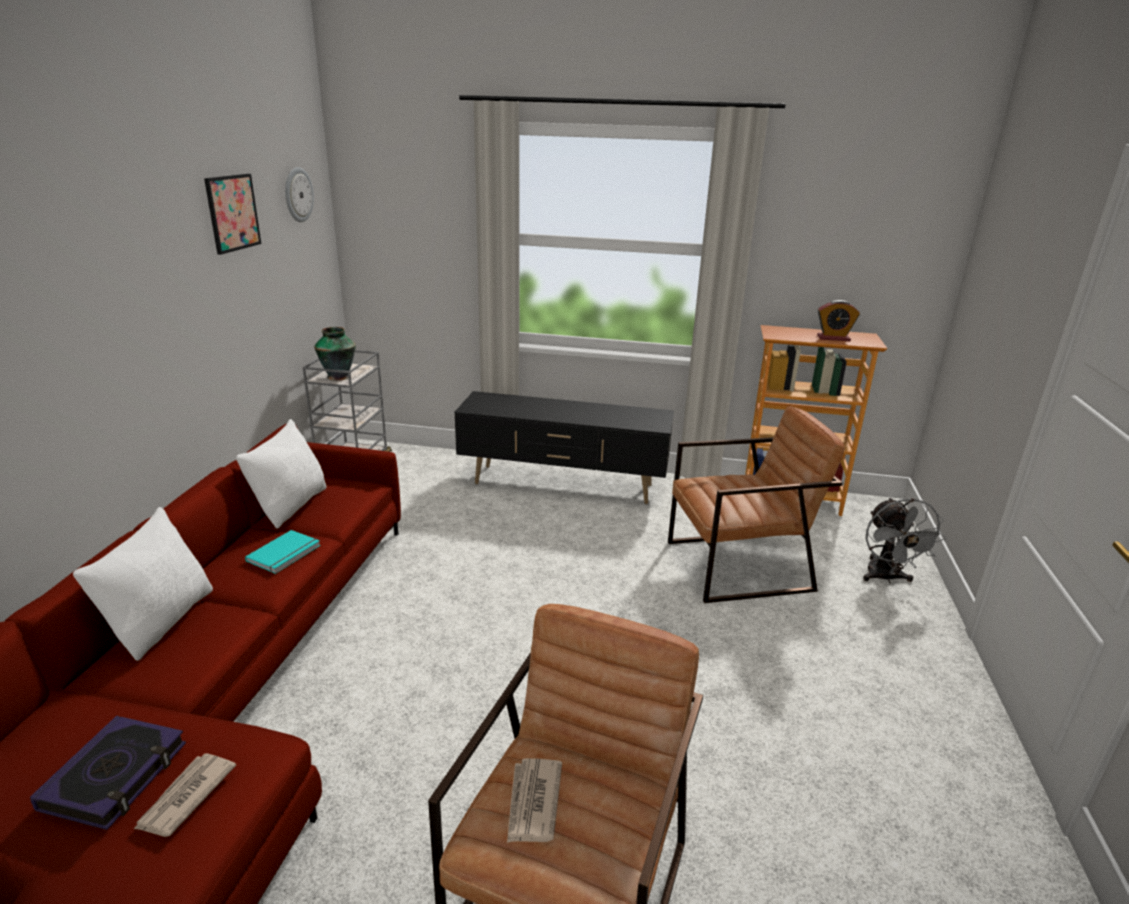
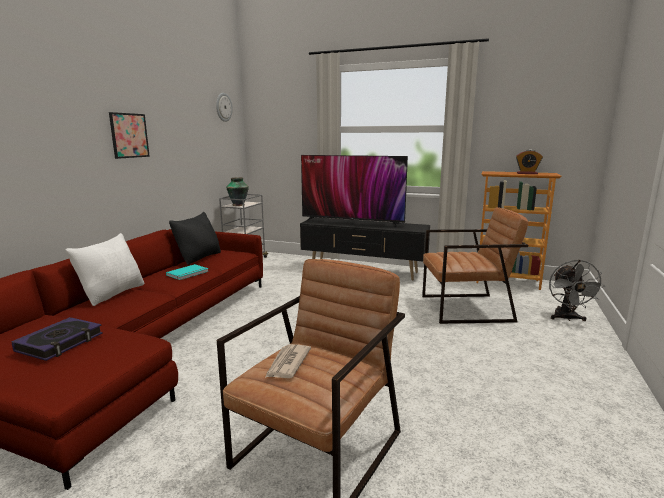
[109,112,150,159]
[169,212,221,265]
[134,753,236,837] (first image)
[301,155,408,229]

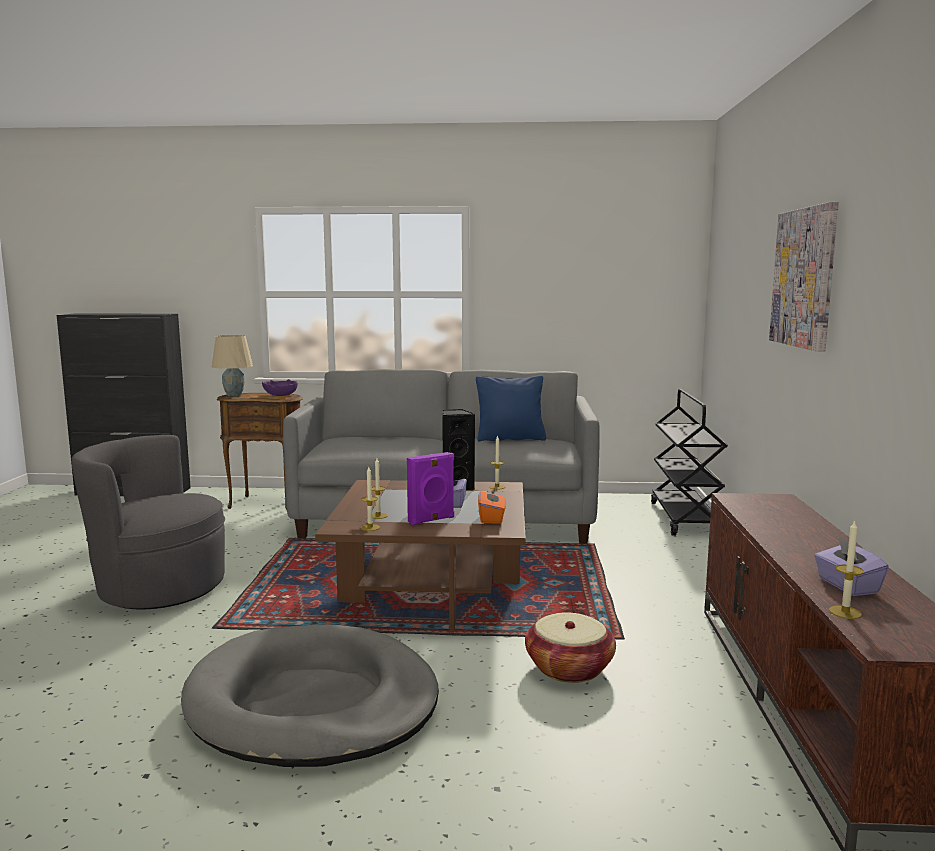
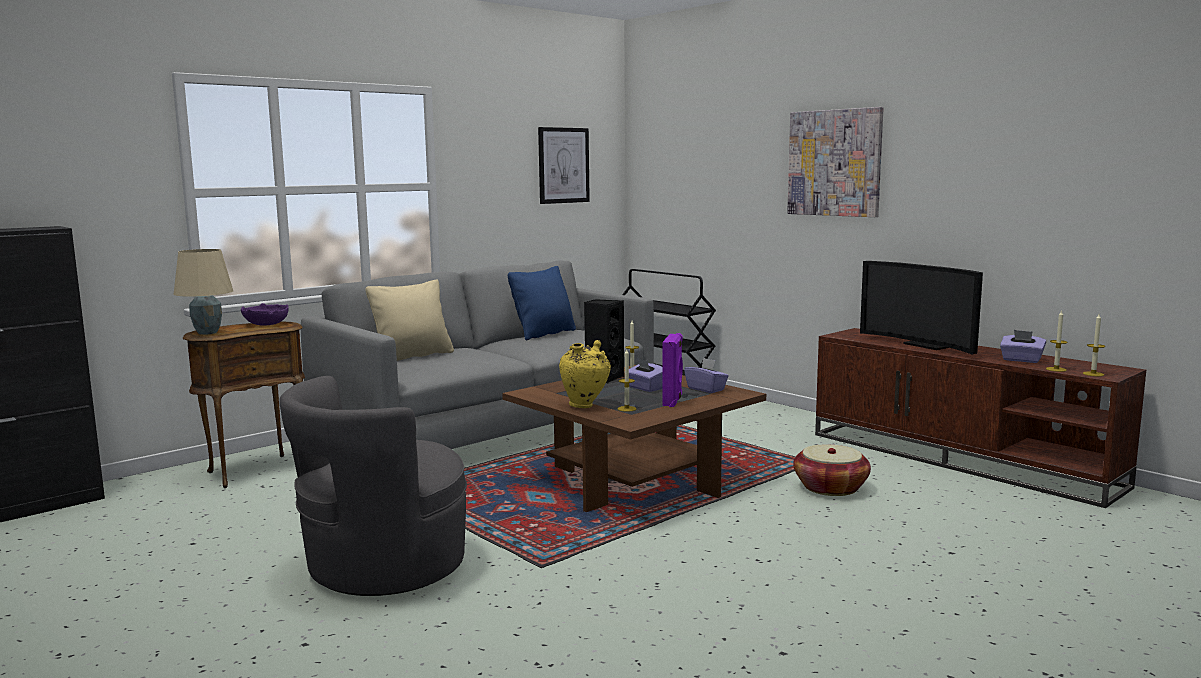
[1083,314,1105,376]
[684,358,729,393]
[181,625,439,767] (first image)
[538,127,590,204]
[860,261,983,354]
[366,280,454,361]
[559,340,611,408]

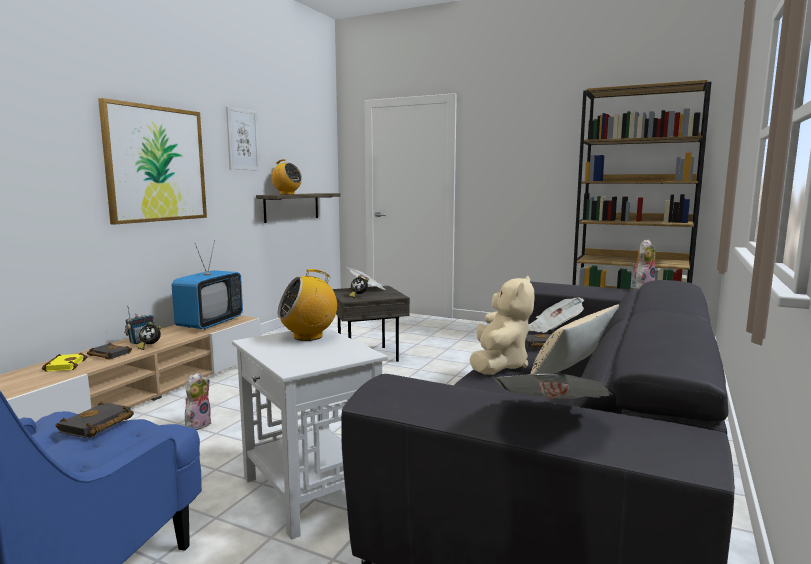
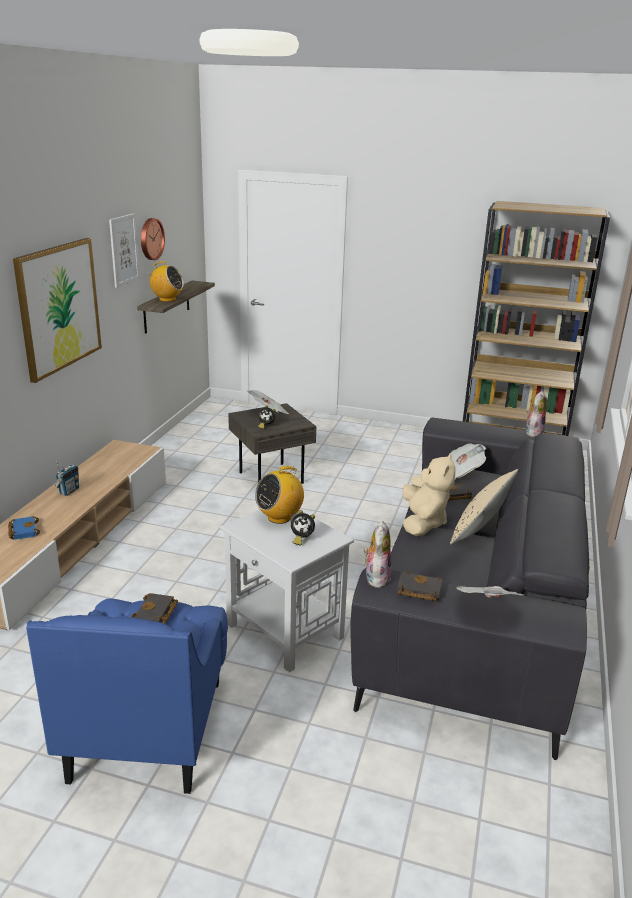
[172,240,243,330] (first image)
[291,510,315,545]
[397,571,443,602]
[8,516,40,540]
[364,521,391,588]
[141,218,165,260]

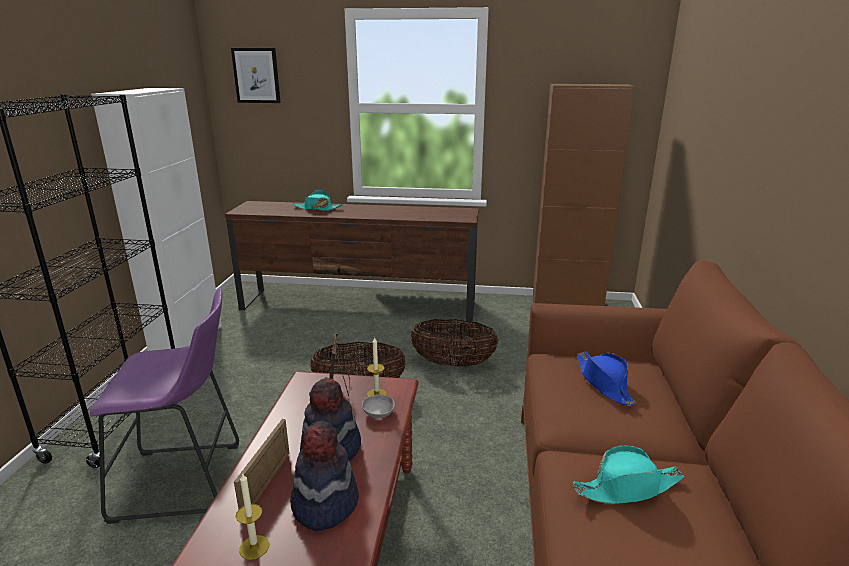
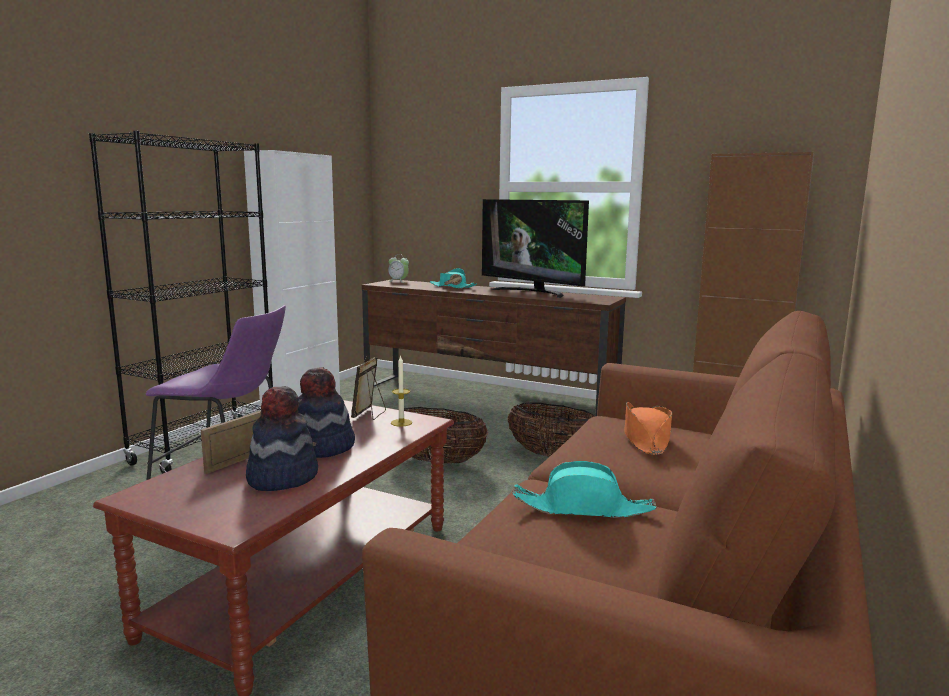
[231,48,281,103] (first image)
[624,402,672,455]
[362,395,395,418] (first image)
[236,472,270,560] (first image)
[482,199,589,298]
[388,254,409,283]

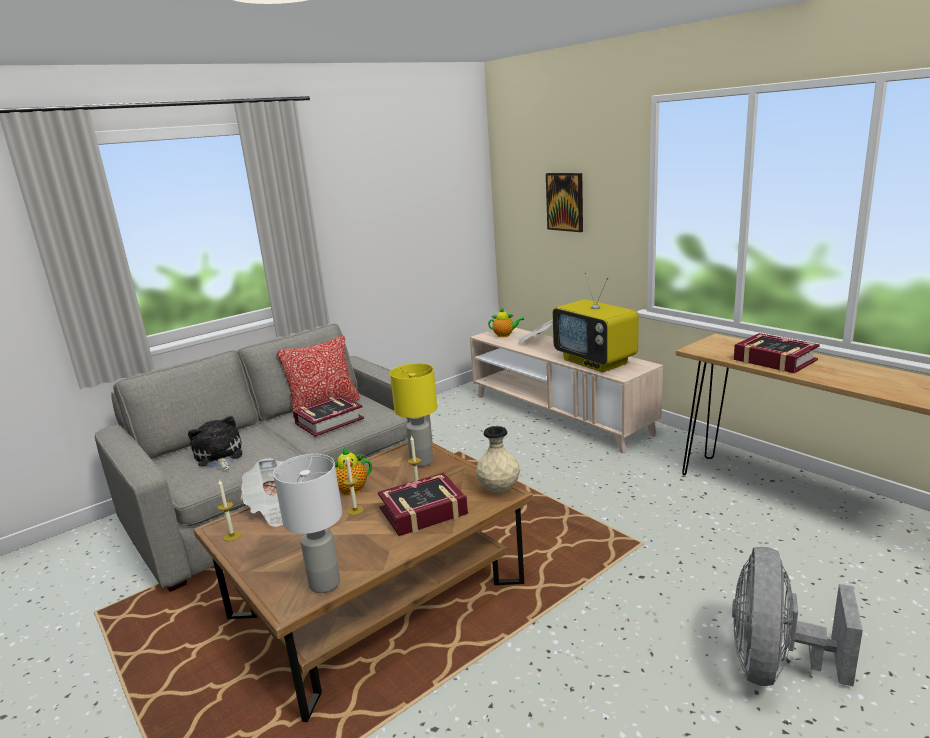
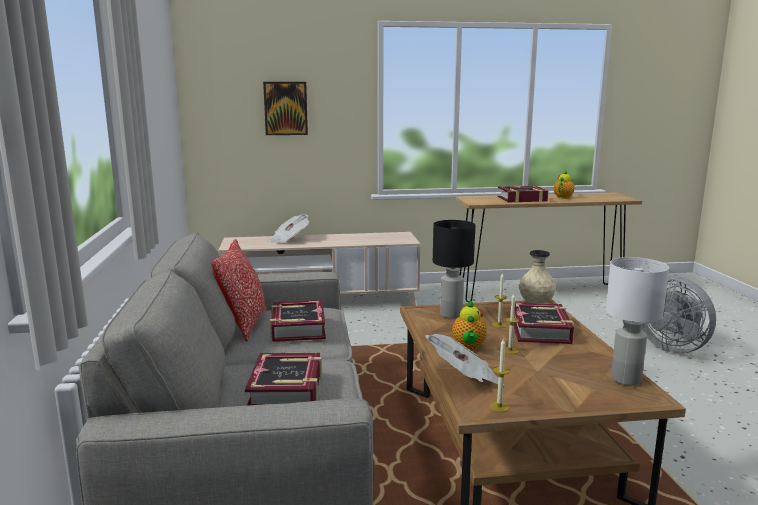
[552,272,639,372] (first image)
[554,170,574,199]
[433,220,475,319]
[245,353,322,406]

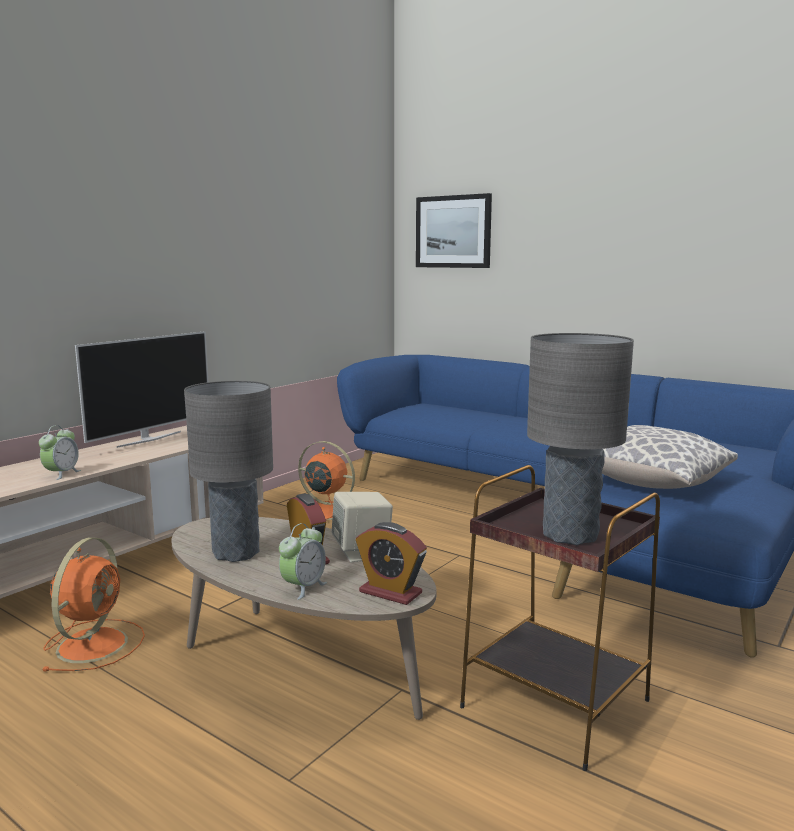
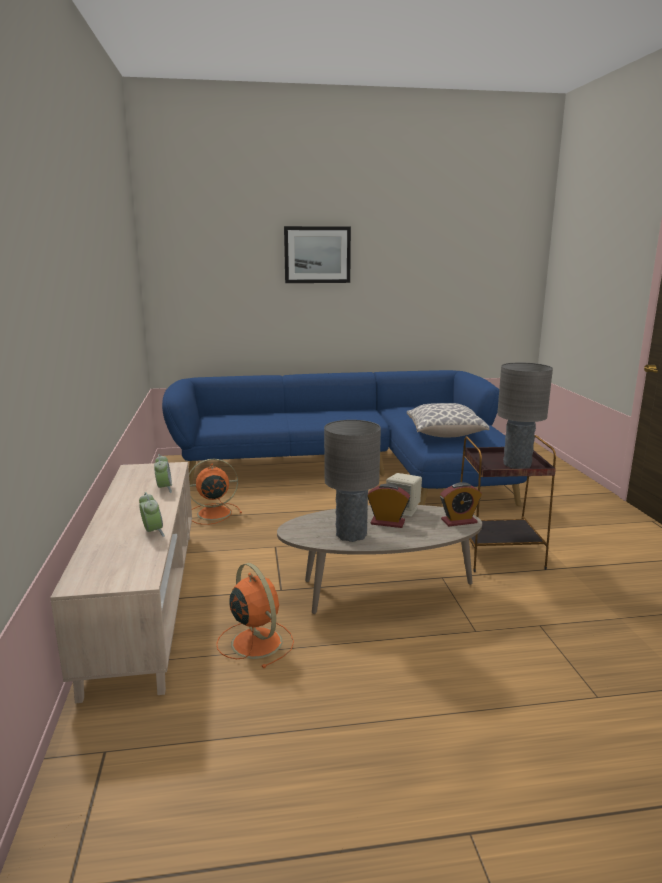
[284,226,351,283]
[75,331,208,448] (first image)
[154,454,172,493]

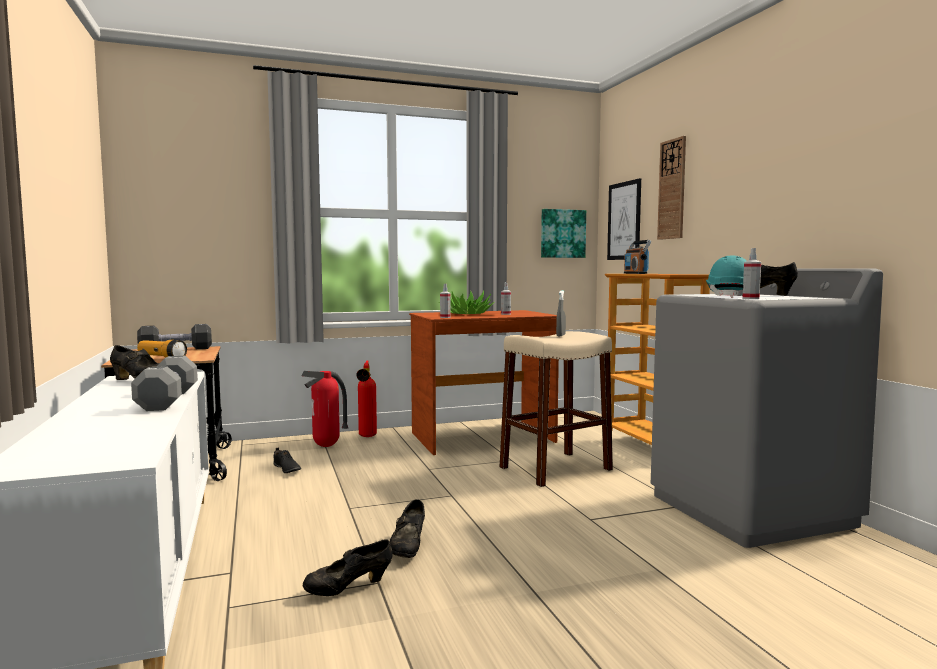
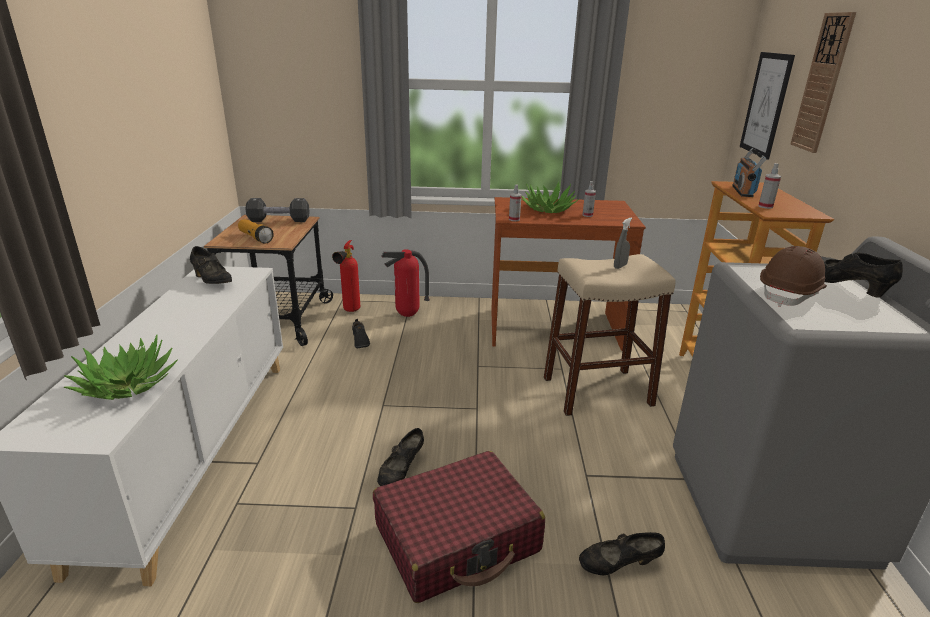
[541,209,586,258] (first image)
[758,163,781,209]
[760,246,827,307]
[131,356,198,411] (first image)
[332,240,360,312]
[579,532,665,575]
[64,335,178,400]
[373,451,545,603]

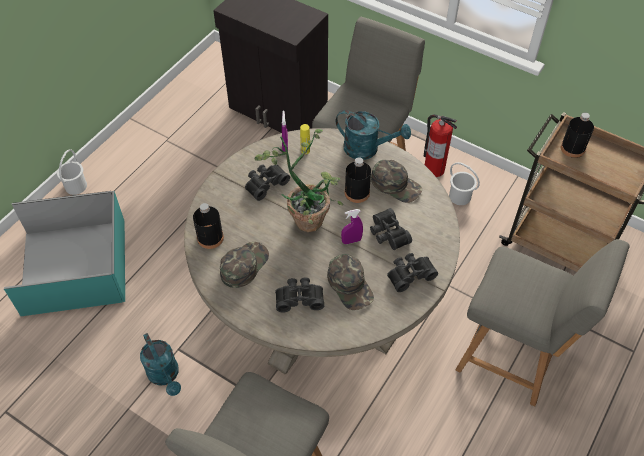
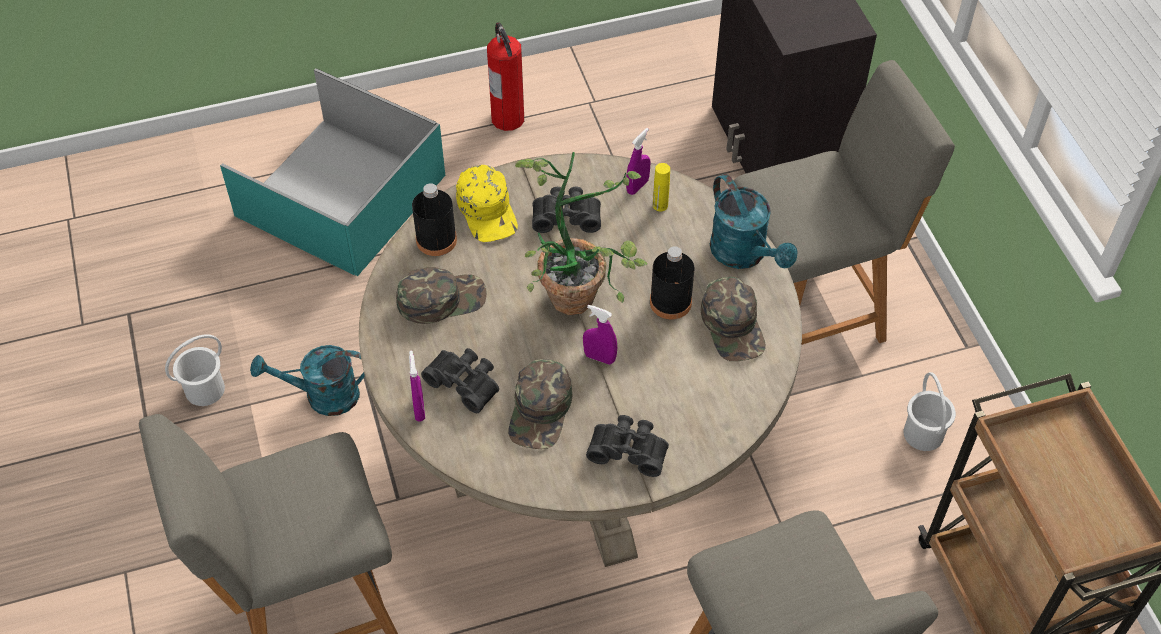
[560,112,594,158] (first image)
[487,22,524,131]
[165,334,225,406]
[370,208,412,250] (first image)
[250,345,365,416]
[456,165,518,242]
[409,351,425,422]

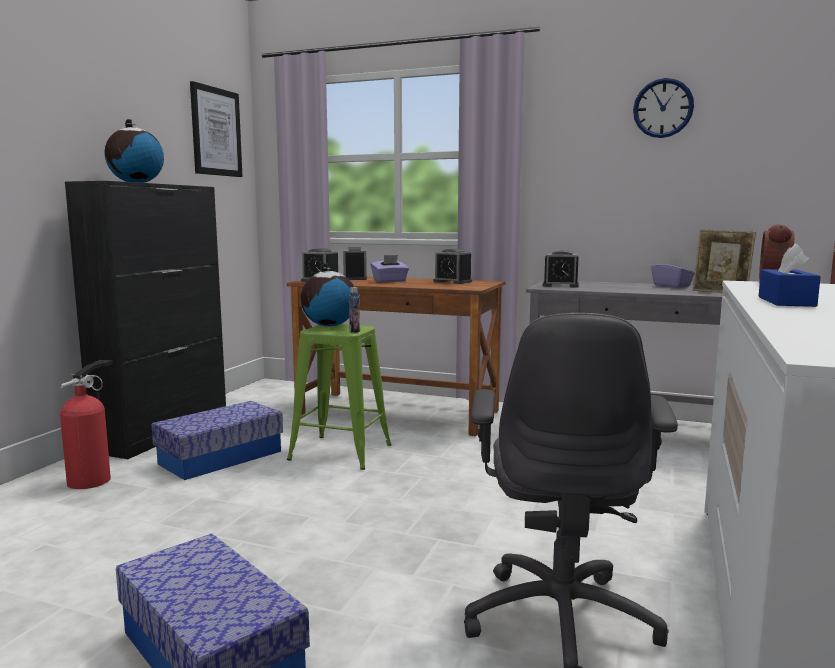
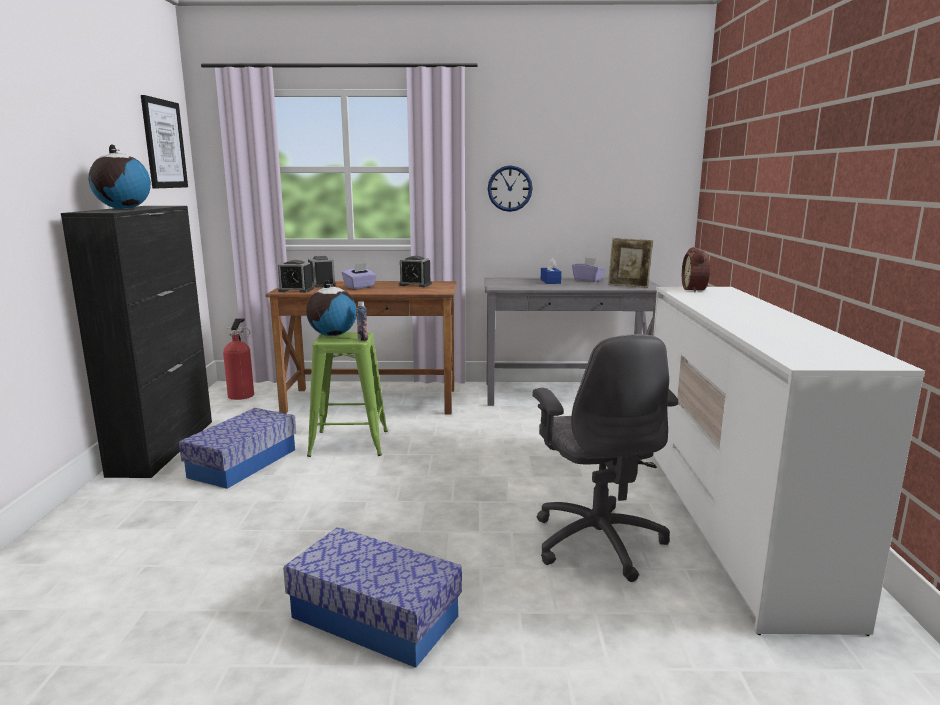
[488,165,533,212]
[541,258,562,284]
[543,250,579,287] (first image)
[223,318,254,400]

